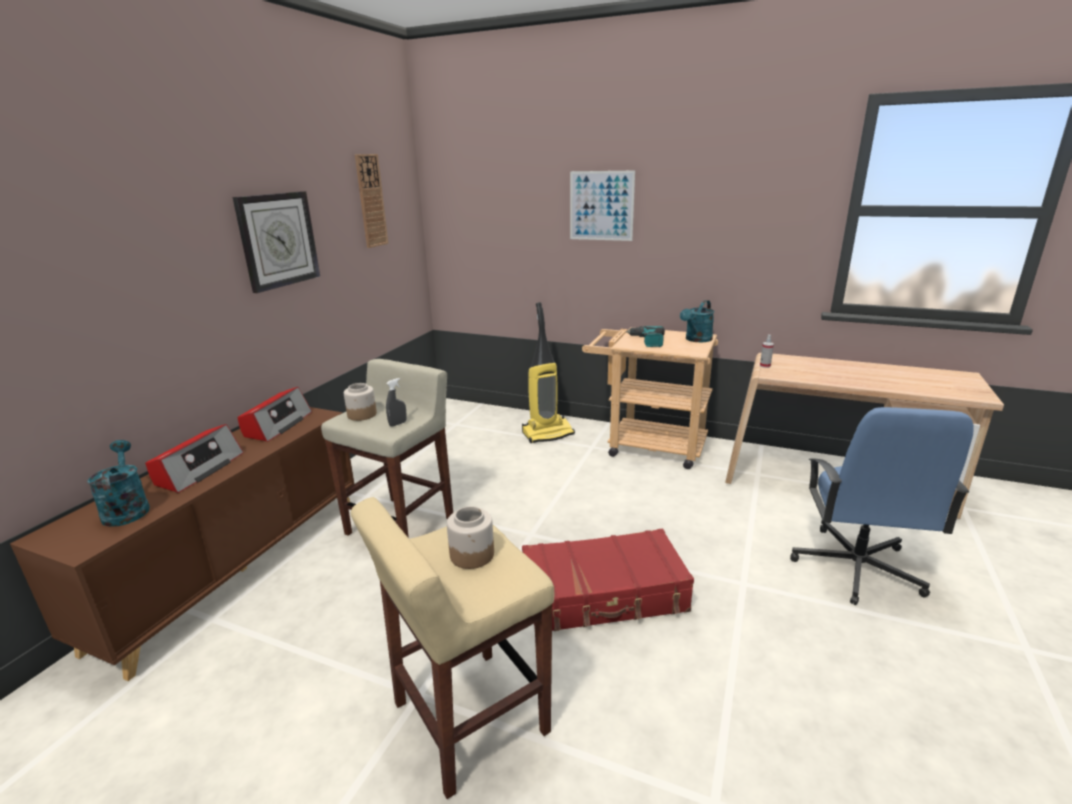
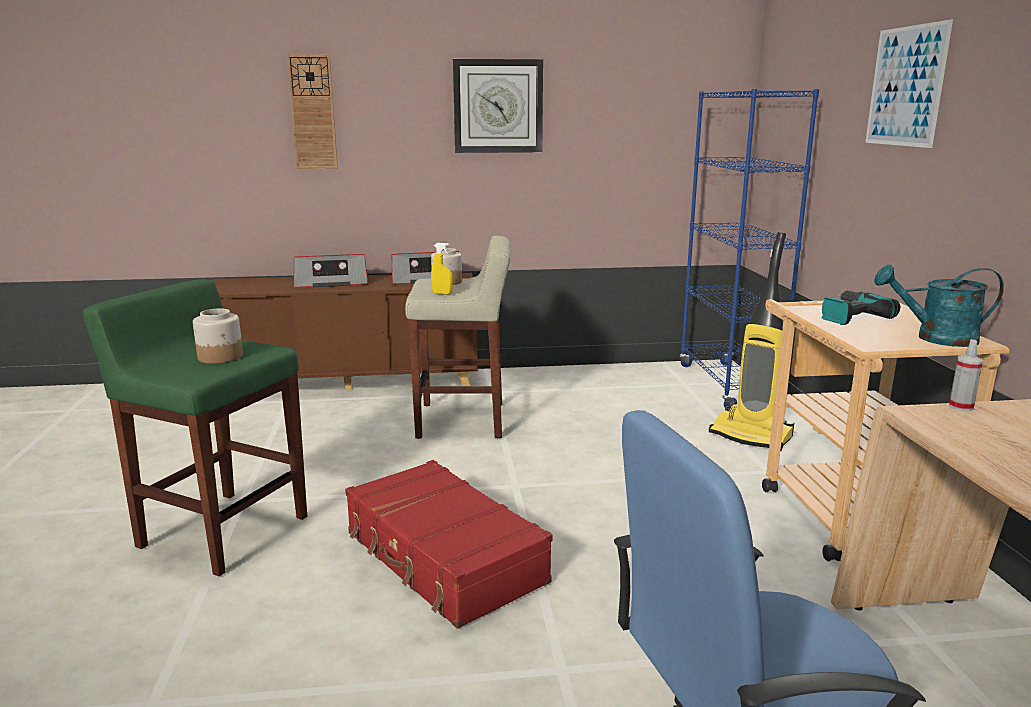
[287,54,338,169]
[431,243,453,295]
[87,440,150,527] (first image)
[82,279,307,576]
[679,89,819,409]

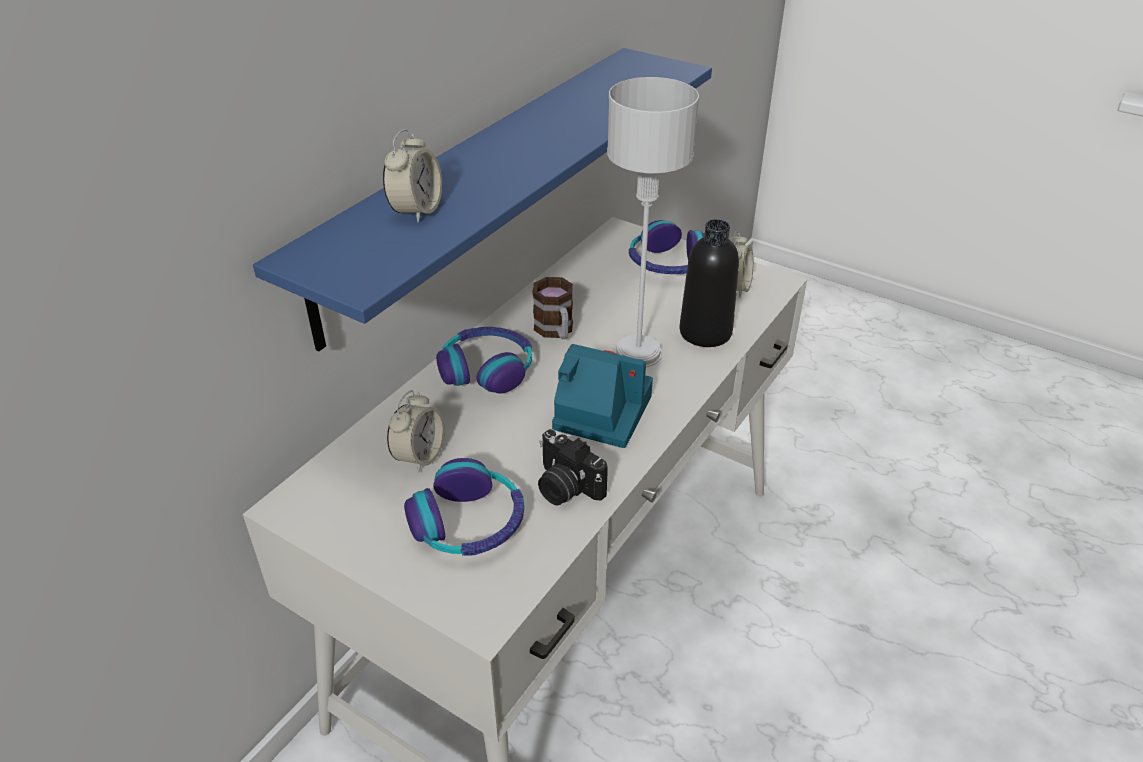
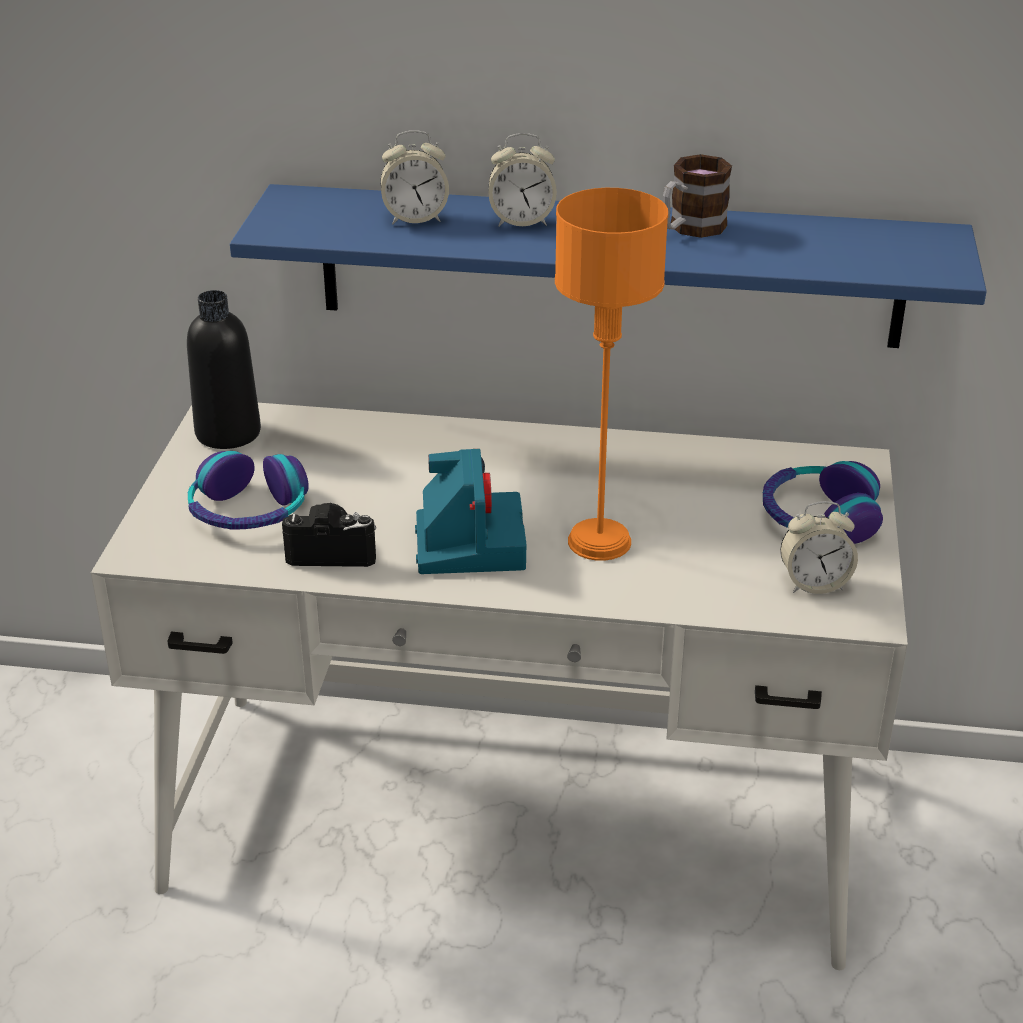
[555,188,668,561]
[187,290,261,449]
[663,154,732,238]
[436,327,532,393] (first image)
[488,133,557,227]
[282,503,376,567]

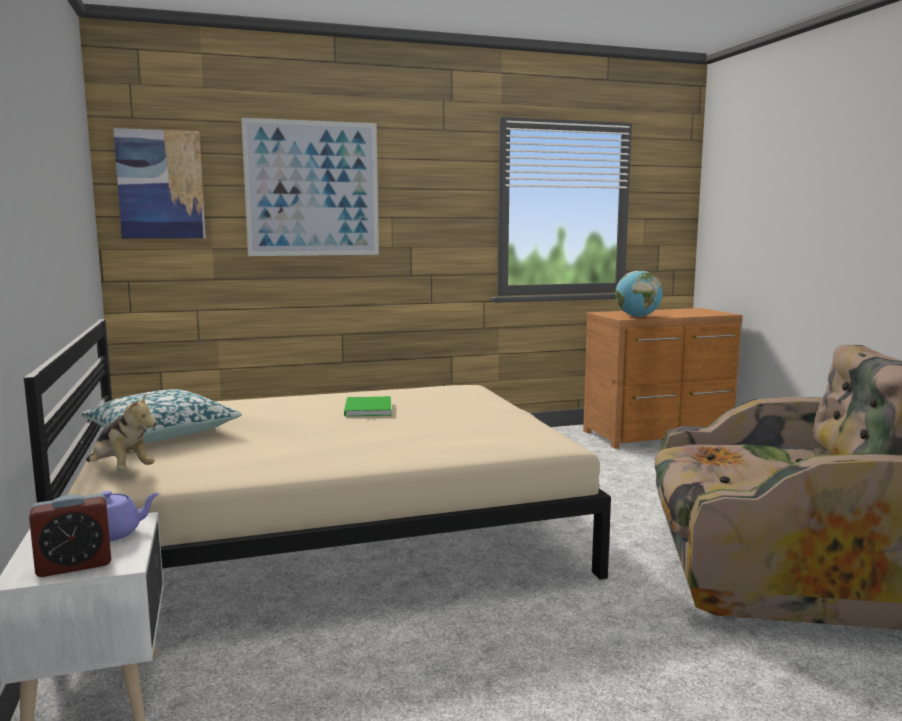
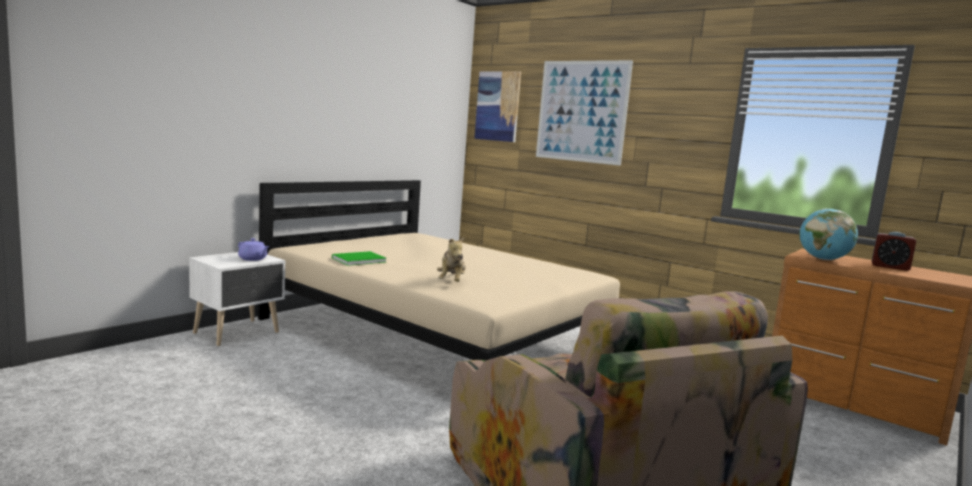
[81,389,242,443] (first image)
[437,237,466,282]
[332,251,386,266]
[872,232,916,271]

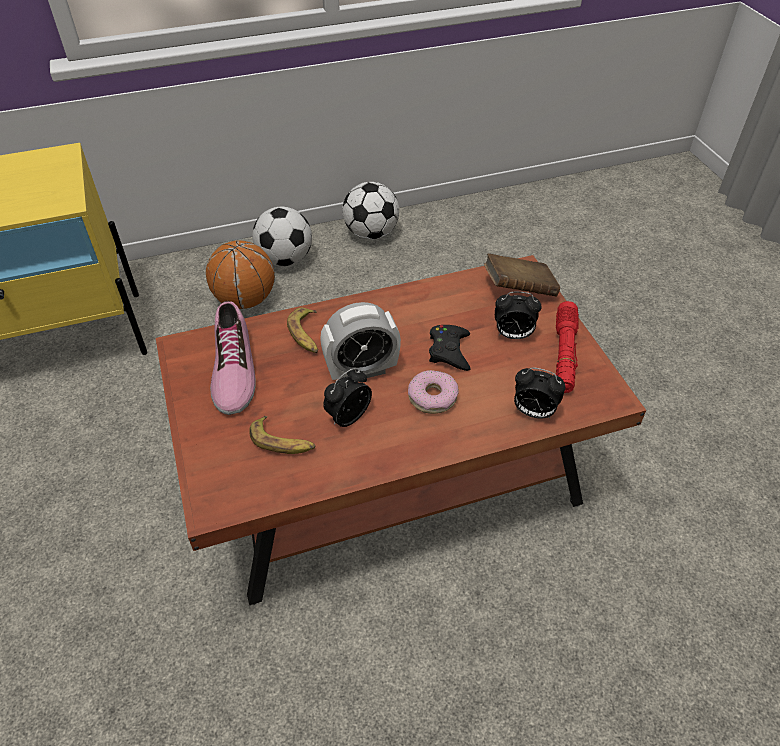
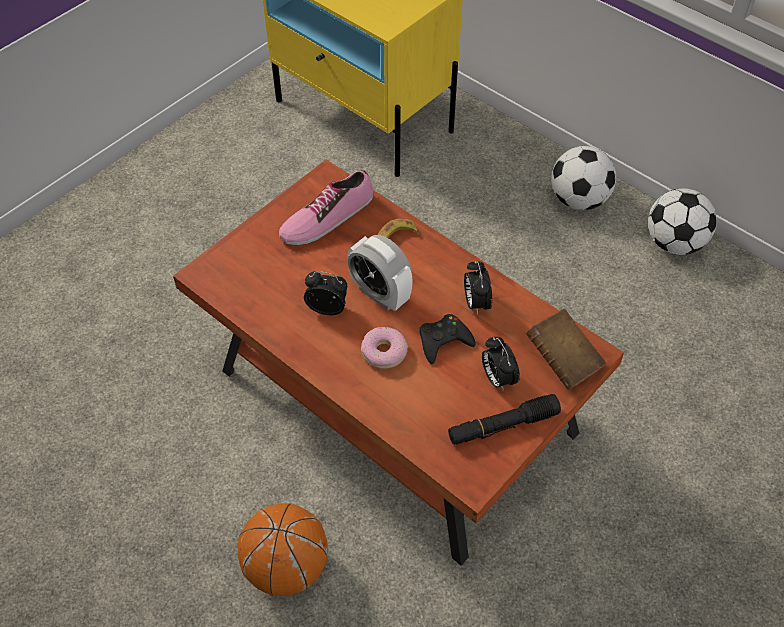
[238,504,328,596]
[448,394,561,445]
[464,261,492,315]
[249,416,315,454] (first image)

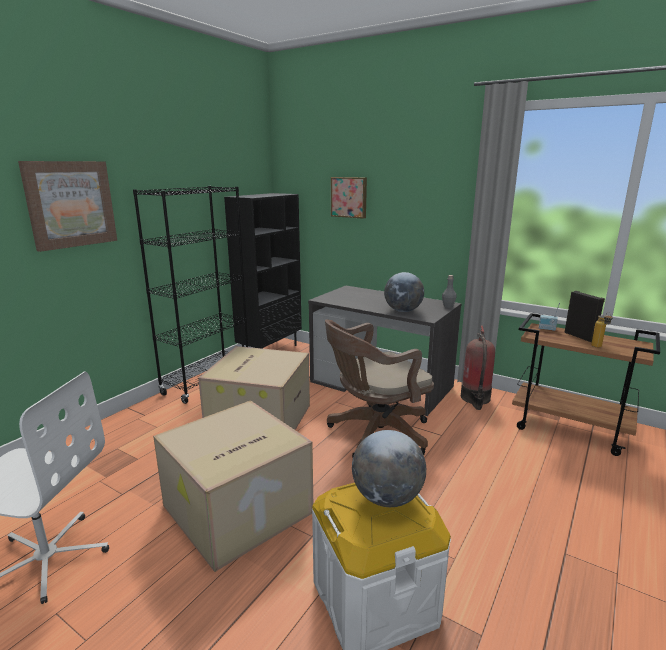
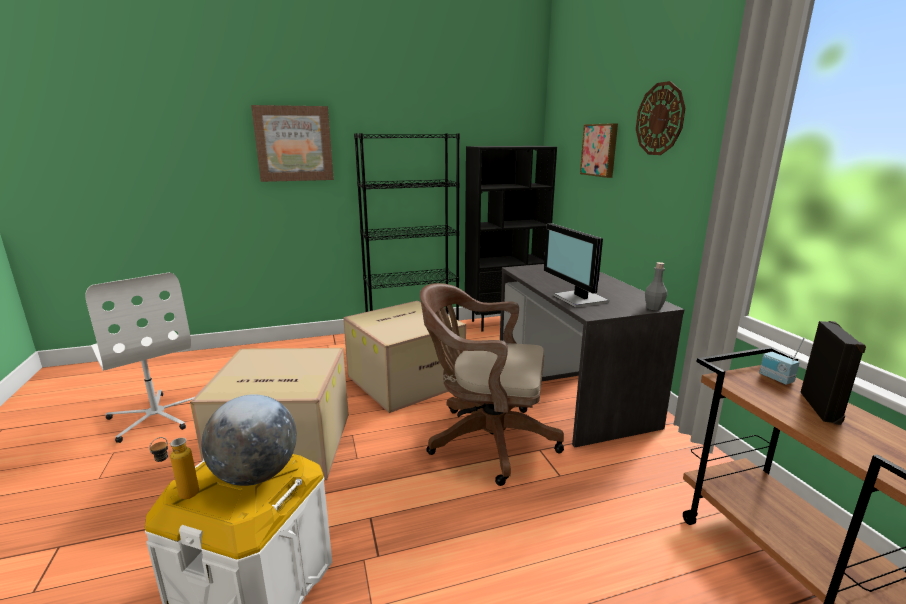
[544,223,609,308]
[149,437,199,499]
[461,325,495,410] (first image)
[636,81,685,155]

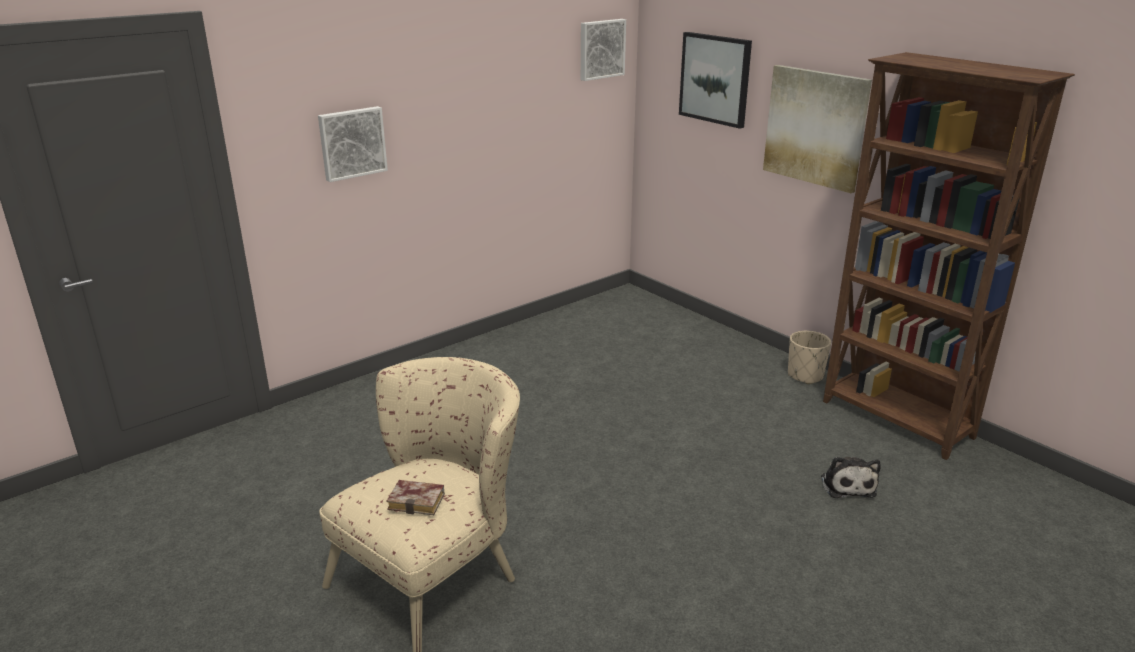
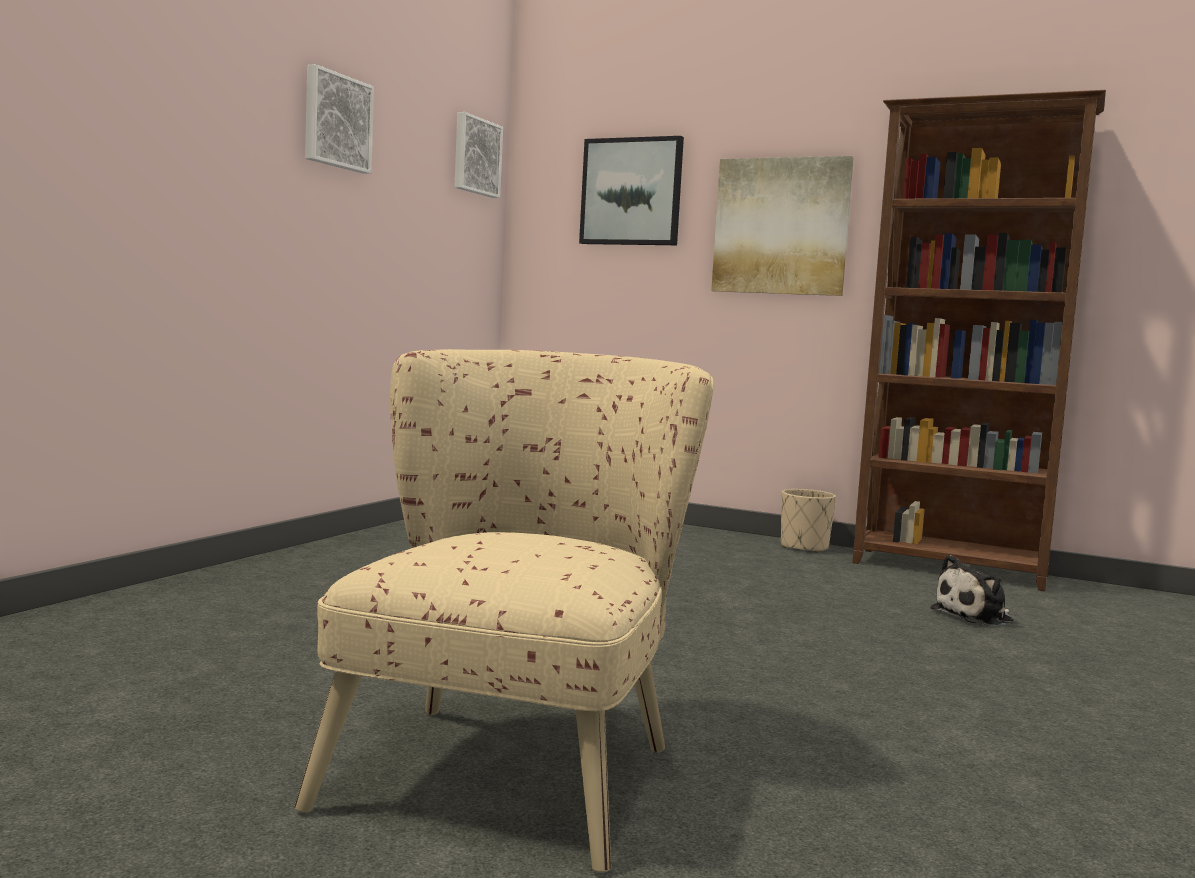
[305,64,374,174]
[930,555,1014,626]
[387,480,445,515] (first image)

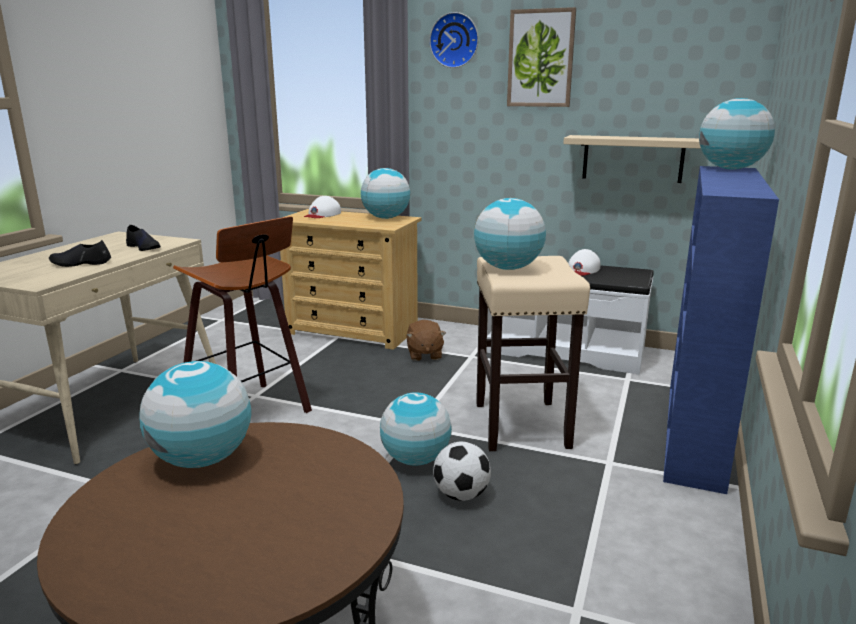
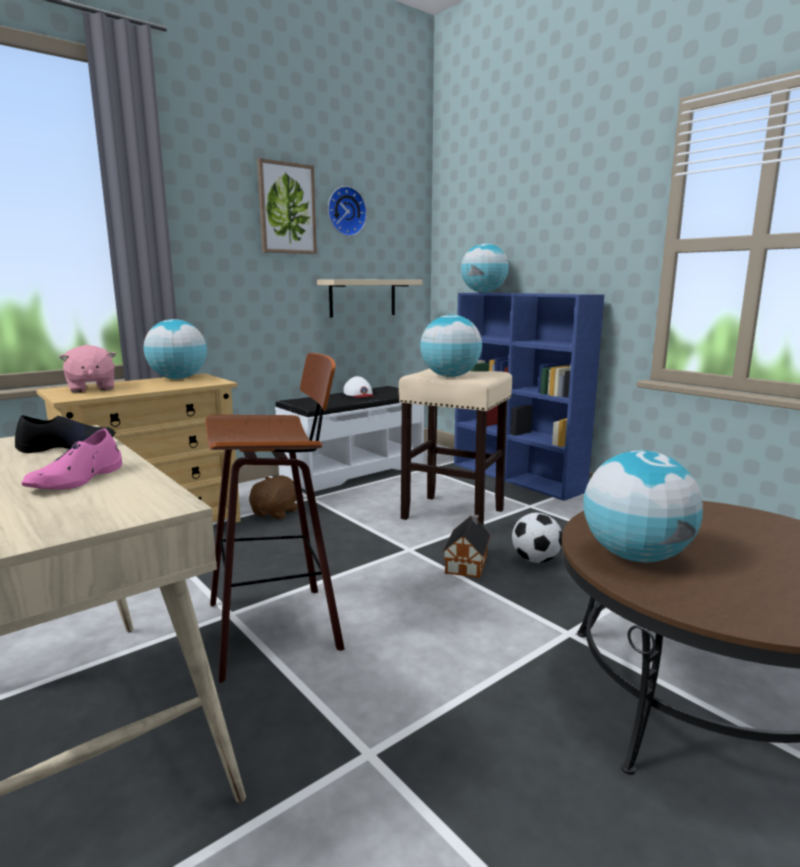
[328,186,367,236]
[59,345,116,393]
[22,429,122,489]
[249,476,298,519]
[442,514,491,578]

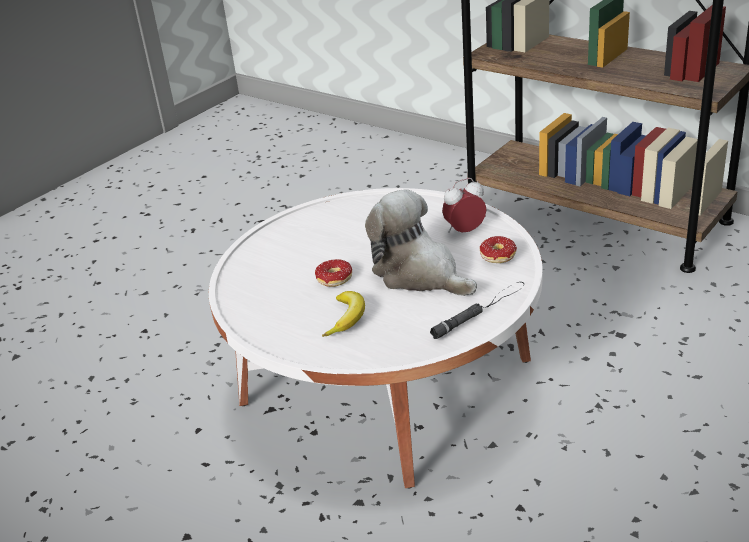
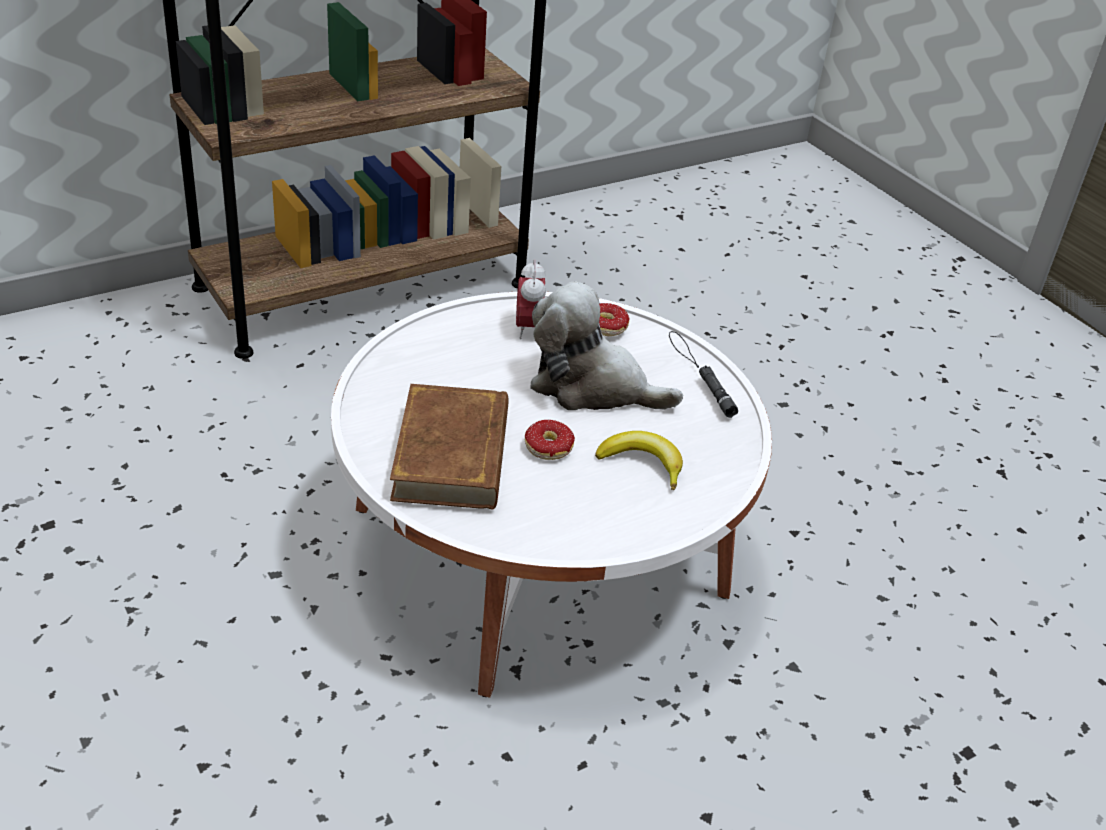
[530,282,683,410]
[390,384,509,510]

